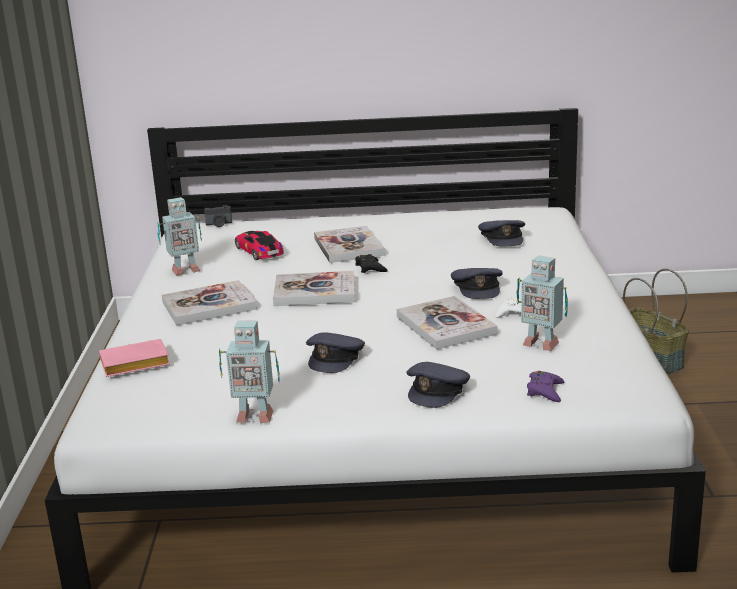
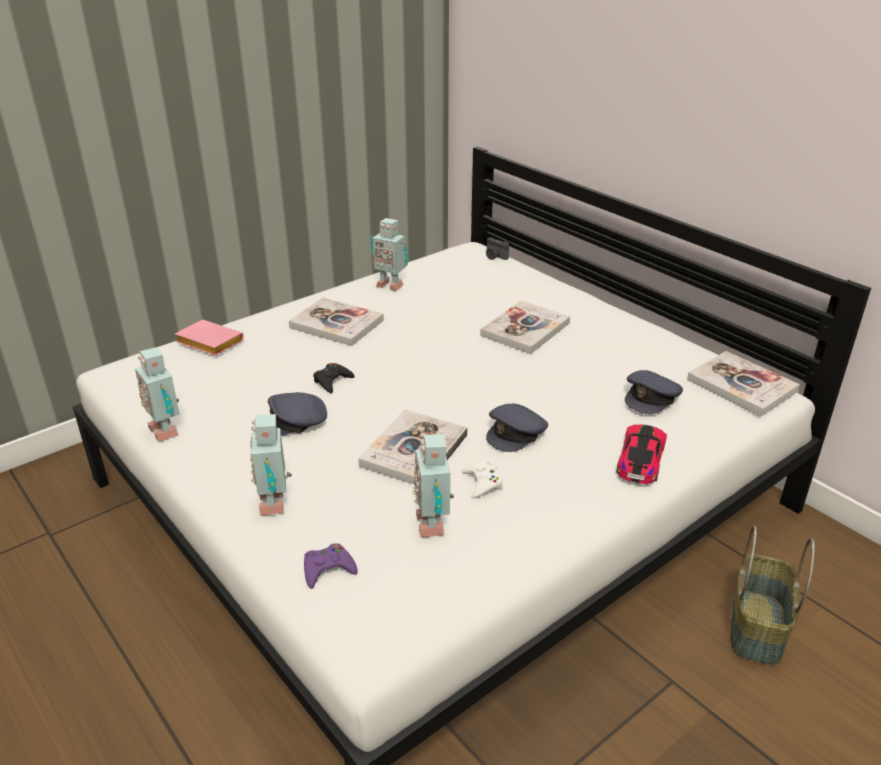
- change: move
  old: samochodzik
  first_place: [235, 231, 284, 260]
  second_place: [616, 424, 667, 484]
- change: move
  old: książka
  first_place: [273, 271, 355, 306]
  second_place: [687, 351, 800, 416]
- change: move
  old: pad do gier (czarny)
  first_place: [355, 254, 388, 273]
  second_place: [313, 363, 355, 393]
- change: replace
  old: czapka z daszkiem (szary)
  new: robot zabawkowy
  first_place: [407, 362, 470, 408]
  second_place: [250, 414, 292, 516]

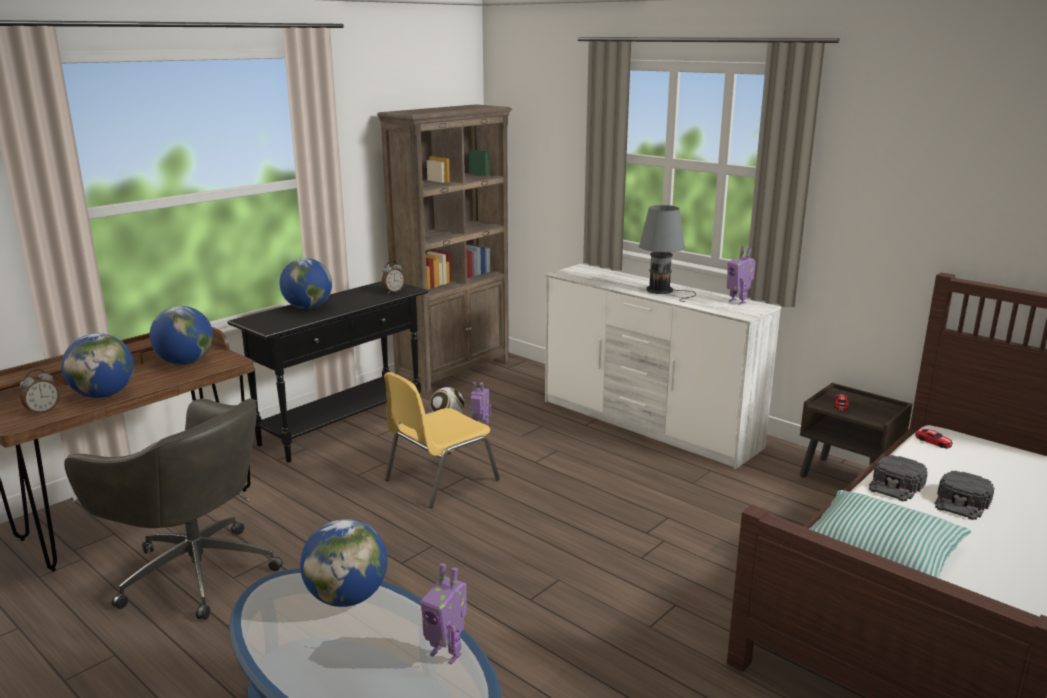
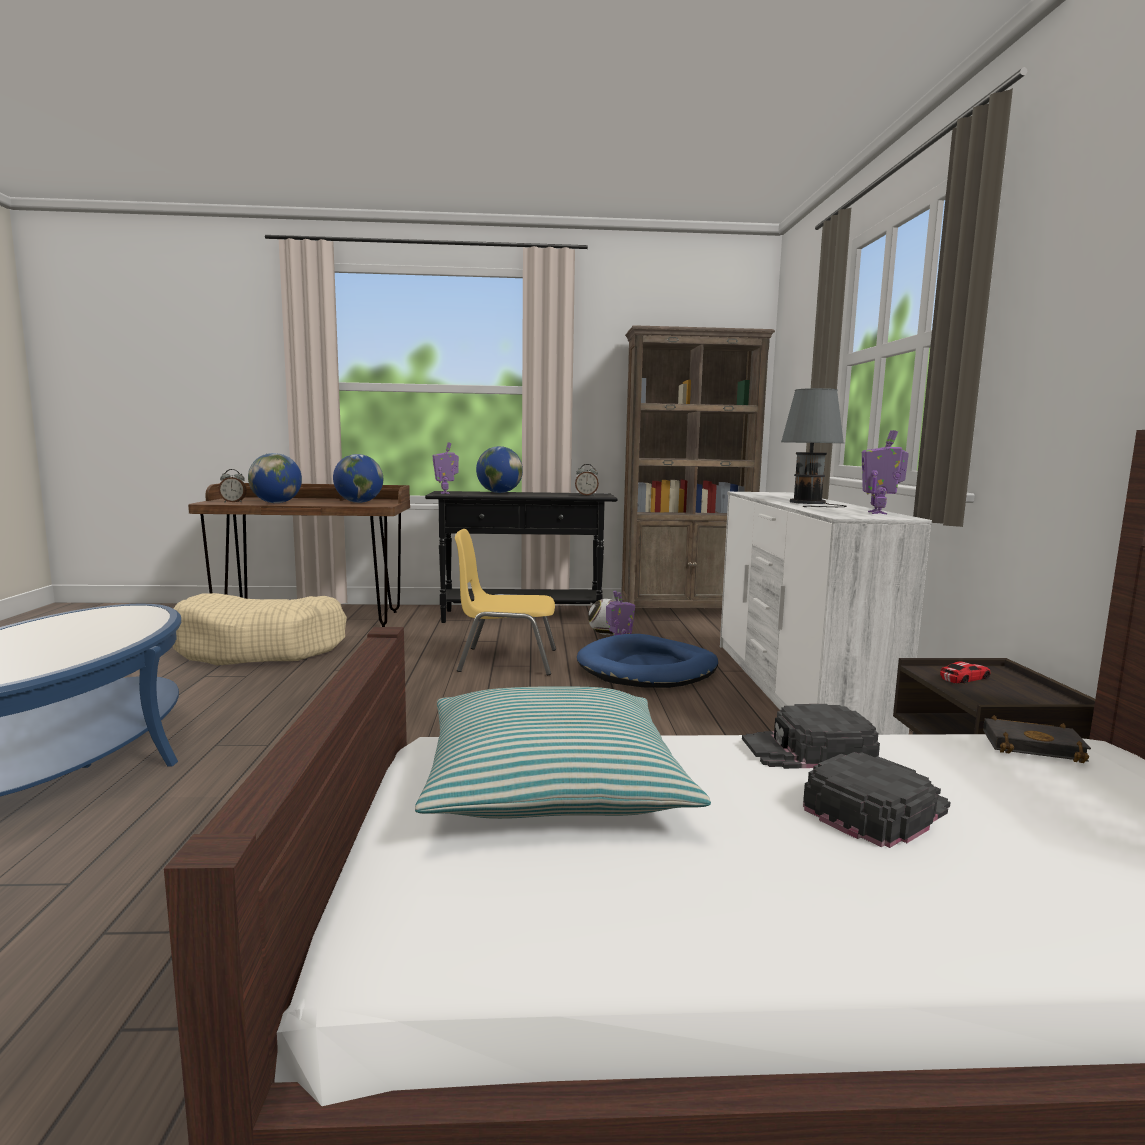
- change: delete
  old: globus
  first_place: [300, 519, 388, 607]
- change: insert
  new: legowisko (niebieski)
  second_place: [577, 634, 718, 688]
- change: move
  old: robot zabawkowy
  first_place: [420, 563, 467, 665]
  second_place: [433, 442, 459, 494]
- change: replace
  old: krzesło biurowe (szary)
  new: legowisko (beżowy)
  first_place: [64, 398, 283, 620]
  second_place: [173, 593, 347, 666]
- change: replace
  old: samochodzik
  new: książka (czarny)
  first_place: [915, 428, 953, 449]
  second_place: [983, 715, 1091, 763]
- change: rotate
  old: czapka z daszkiem (czarny)
  first_place: [935, 470, 994, 520]
  second_place: [803, 752, 951, 848]
  degrees: 150

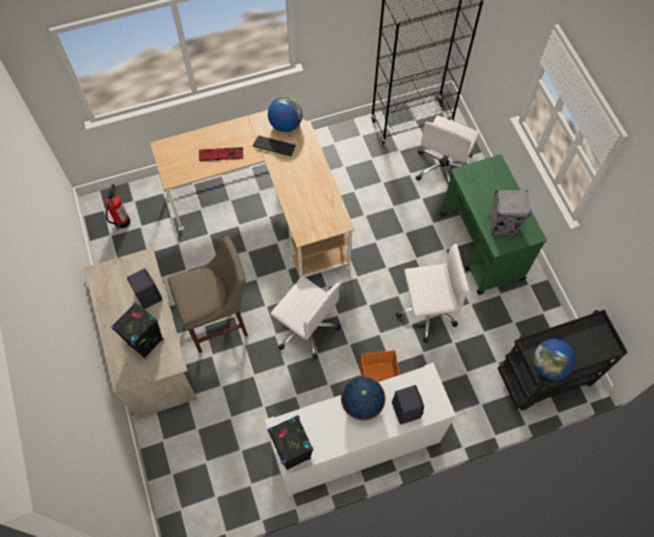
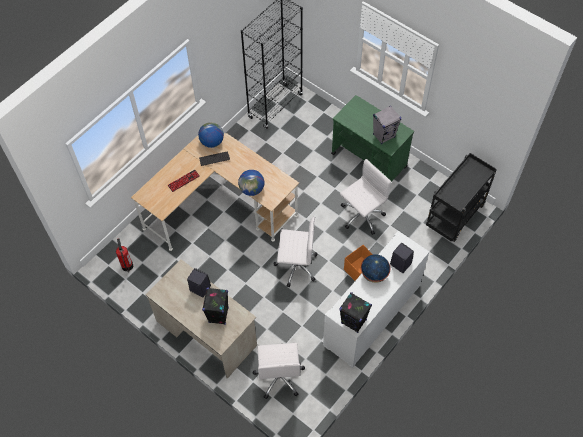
- change: delete
  old: stołek (beżowy)
  first_place: [168, 236, 248, 353]
- change: move
  old: krzesło biurowe (biały)
  first_place: [415, 115, 480, 184]
  second_place: [253, 343, 305, 399]
- change: move
  old: globus
  first_place: [533, 339, 576, 380]
  second_place: [238, 170, 265, 196]

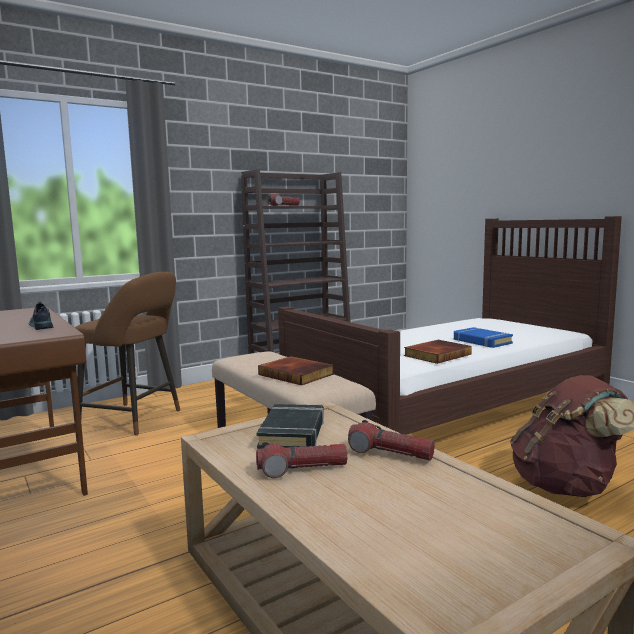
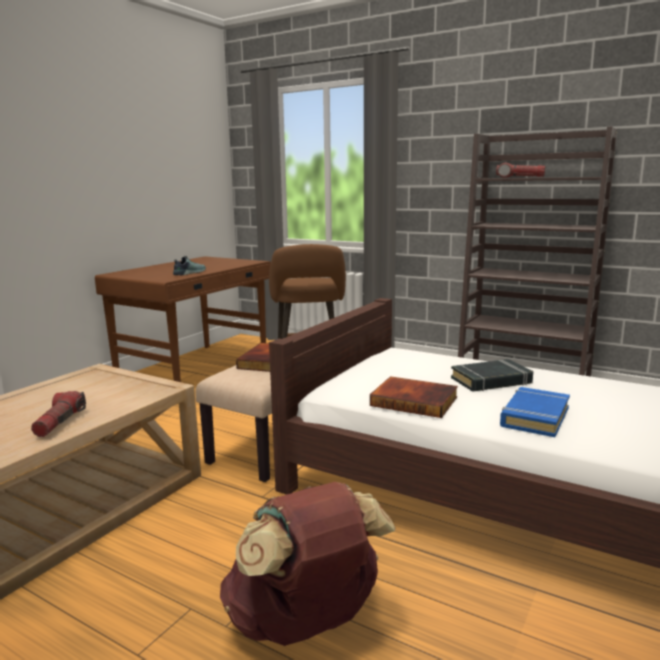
- change: delete
  old: latarka
  first_place: [256, 442, 348, 478]
- change: move
  old: książka (czarny)
  first_place: [257, 404, 324, 449]
  second_place: [451, 359, 533, 392]

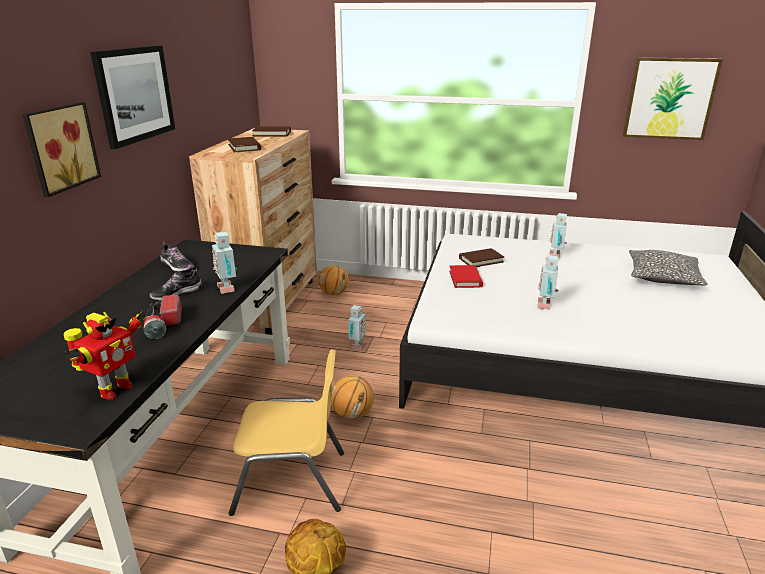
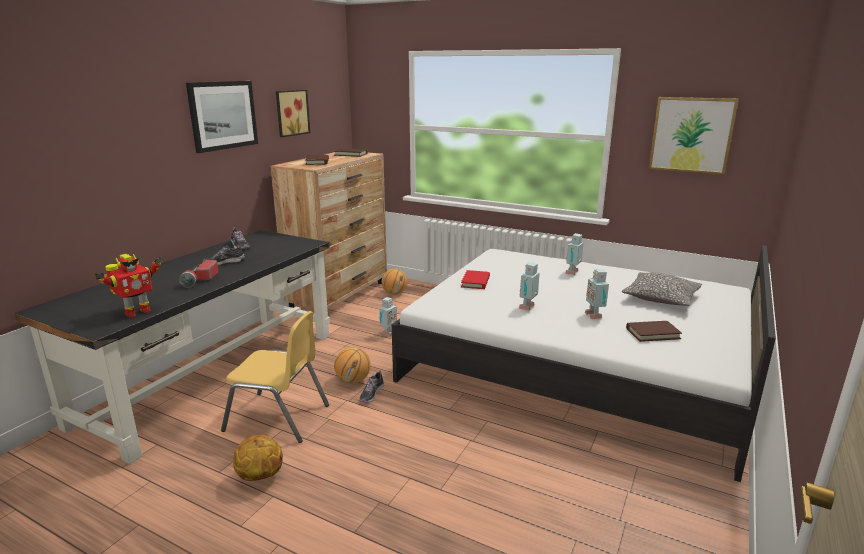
- change: insert
  new: but
  second_place: [360, 370, 384, 403]
- change: move
  old: obraz
  first_place: [22, 102, 101, 197]
  second_place: [276, 90, 310, 137]
- change: move
  old: robot zabawkowy
  first_place: [212, 232, 237, 294]
  second_place: [585, 269, 609, 319]
- change: move
  old: książka (brązowy)
  first_place: [459, 248, 504, 267]
  second_place: [626, 321, 682, 342]

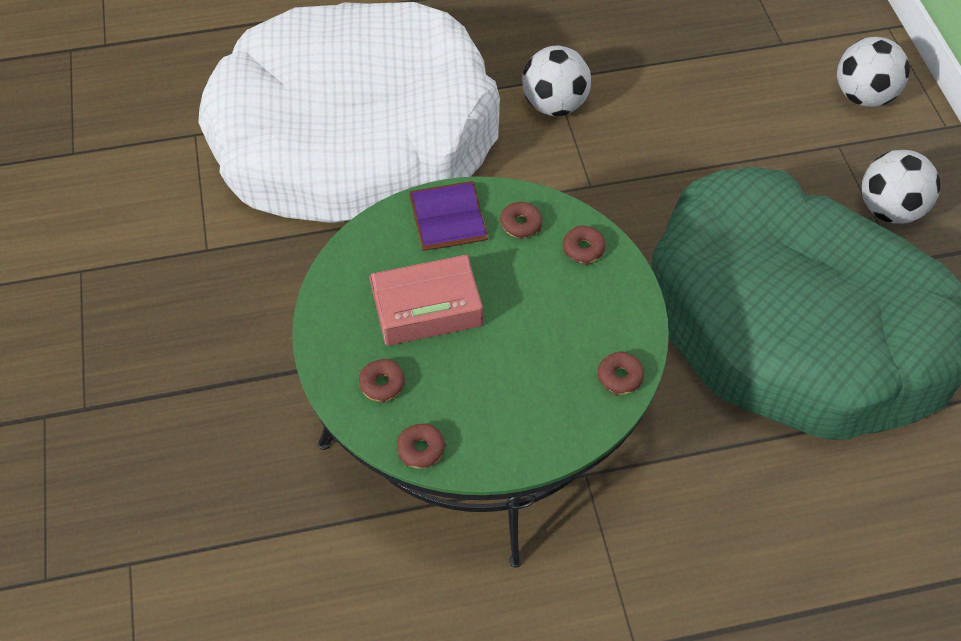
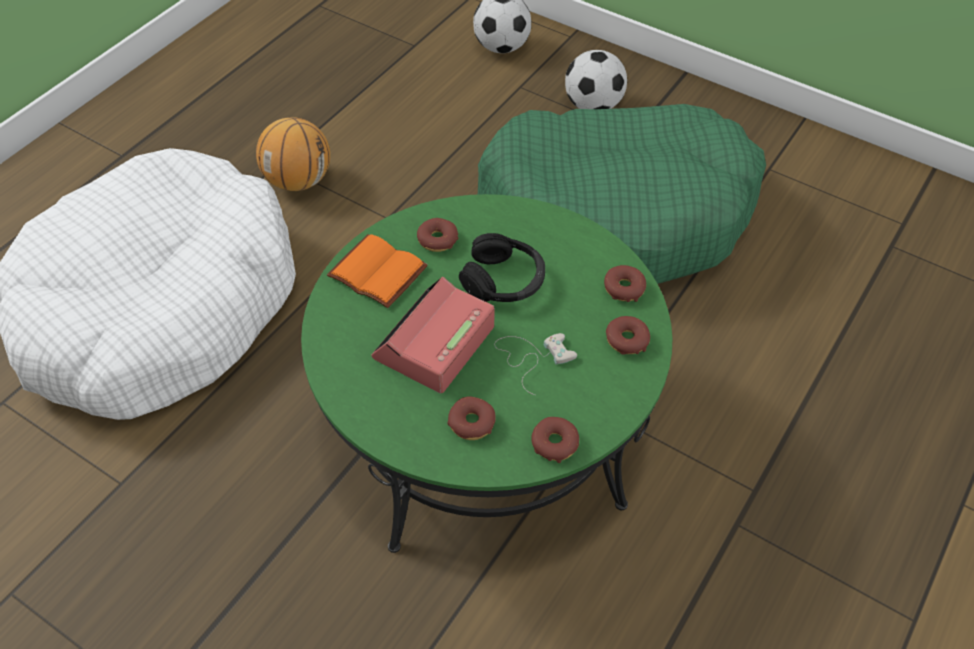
- change: insert
  new: słuchawki (czarny)
  second_place: [459, 233, 545, 302]
- change: insert
  new: pad do gier (biały)
  second_place: [494, 333, 577, 395]
- change: move
  old: donut
  first_place: [563, 226, 606, 266]
  second_place: [606, 316, 650, 355]
- change: replace
  old: piłka futbolowa
  new: piłka do koszykówki
  first_place: [522, 46, 591, 116]
  second_place: [256, 117, 330, 191]
- change: recolor
  old: książka (fioletowy)
  new: książka (pomarańczowy)
  first_place: [409, 181, 489, 251]
  second_place: [327, 234, 428, 308]

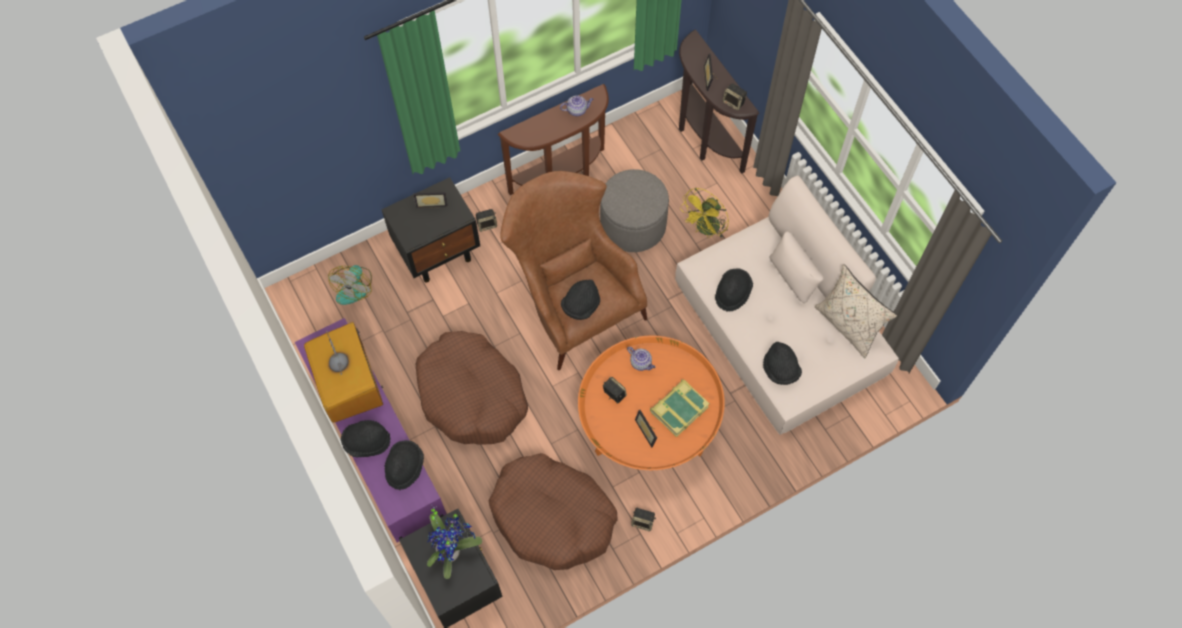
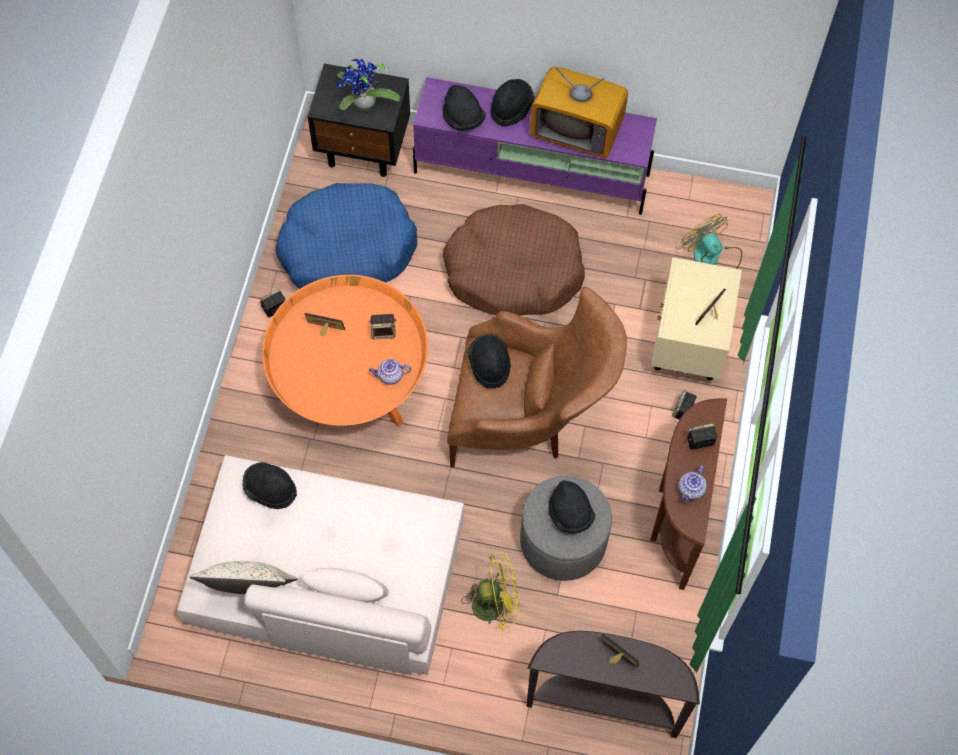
- change: delete
  old: książka
  first_place: [650, 380, 710, 437]
- change: move
  old: kapelusz (czarny)
  first_place: [715, 269, 753, 312]
  second_place: [548, 480, 595, 533]
- change: move
  old: głośnik
  first_place: [723, 83, 747, 111]
  second_place: [686, 423, 718, 451]
- change: recolor
  old: szafka nocna (czarny)
  new: szafka nocna (beżowy)
  first_place: [381, 177, 480, 283]
  second_place: [651, 257, 742, 380]
- change: recolor
  old: legowisko (brązowy)
  new: legowisko (niebieski)
  first_place: [489, 453, 618, 570]
  second_place: [276, 183, 417, 289]
- change: rotate
  old: wentylator (żółty)
  first_place: [680, 188, 729, 239]
  second_place: [462, 552, 519, 632]
  degrees: 90

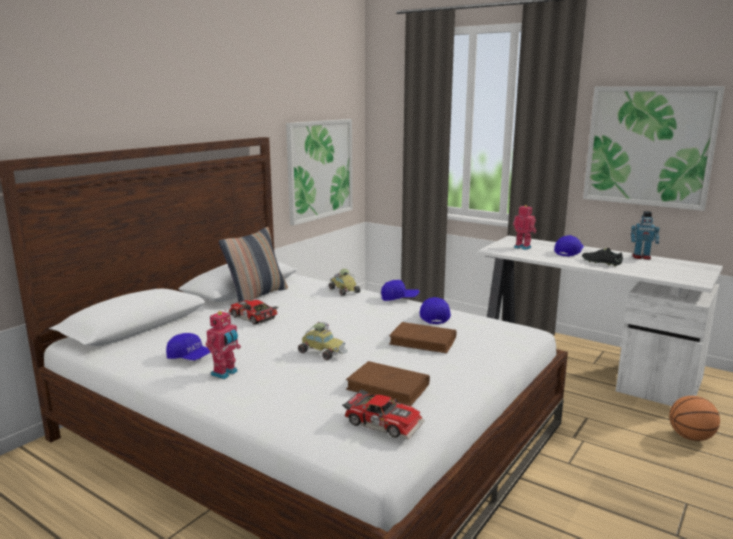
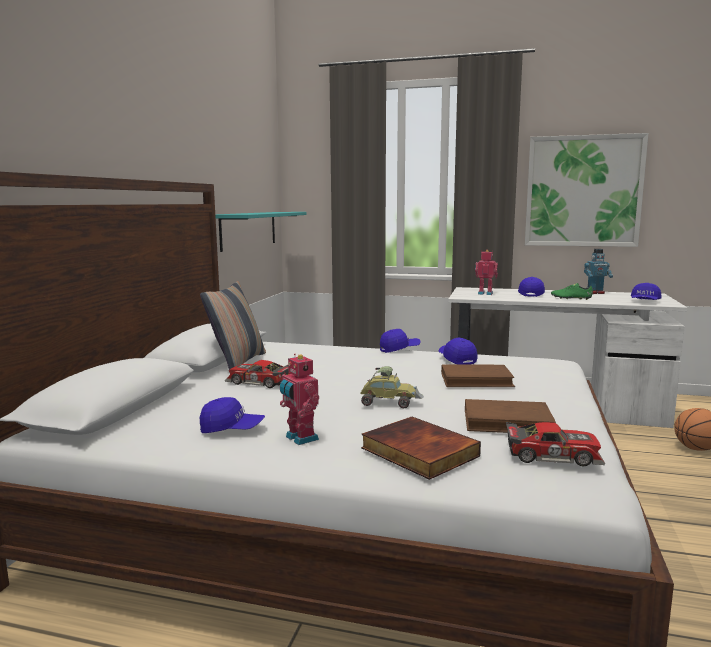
- change: delete
  old: samochodzik
  first_place: [329, 269, 360, 296]
- change: insert
  new: książka
  second_place: [361, 417, 481, 480]
- change: insert
  new: czapka z daszkiem (niebieski)
  second_place: [631, 283, 662, 300]
- change: replace
  old: obraz
  new: półka (turkusowy)
  first_place: [286, 119, 353, 226]
  second_place: [215, 212, 307, 252]
- change: recolor
  old: but (czarny)
  new: but (zielony)
  first_place: [582, 248, 623, 267]
  second_place: [551, 283, 593, 300]
- change: rotate
  old: robot zabawkowy
  first_place: [206, 310, 241, 379]
  second_place: [280, 354, 319, 445]
  degrees: 135

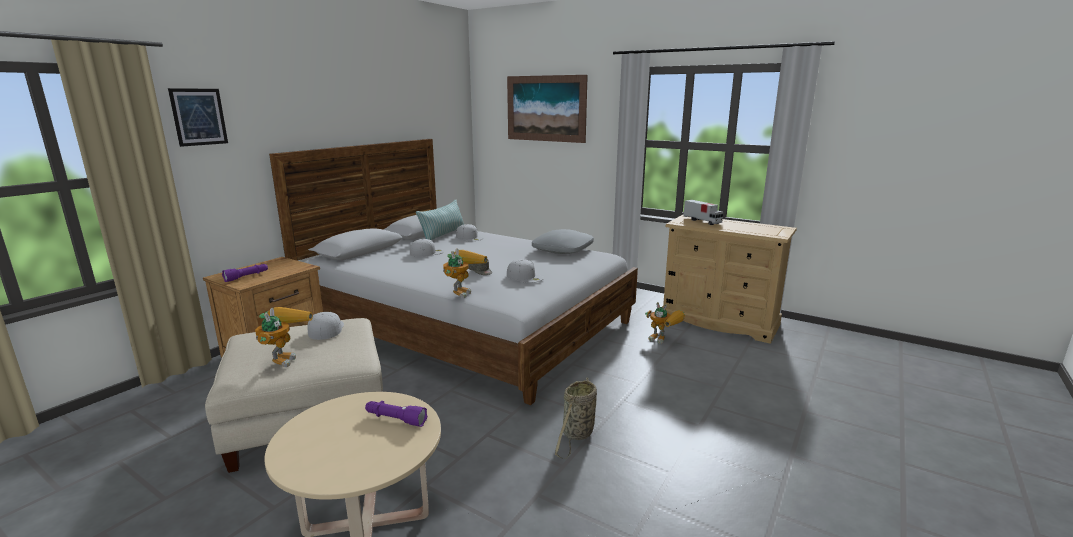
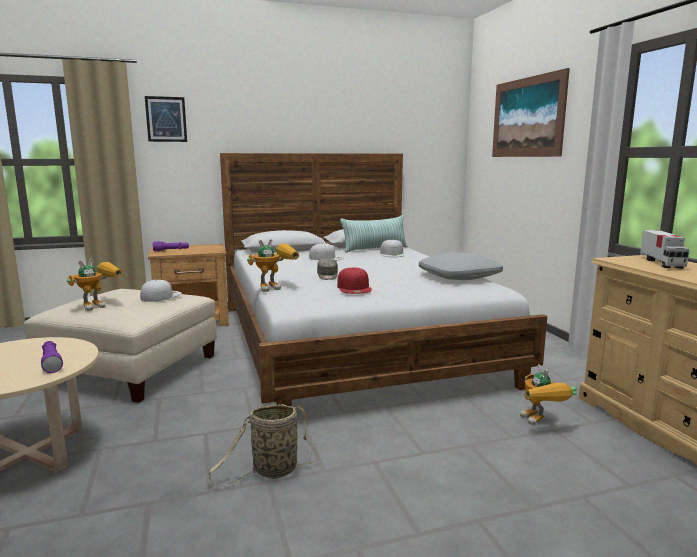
- change: recolor
  old: czapka z daszkiem (biały)
  new: czapka z daszkiem (czerwony)
  first_place: [507, 259, 544, 283]
  second_place: [337, 267, 372, 294]

